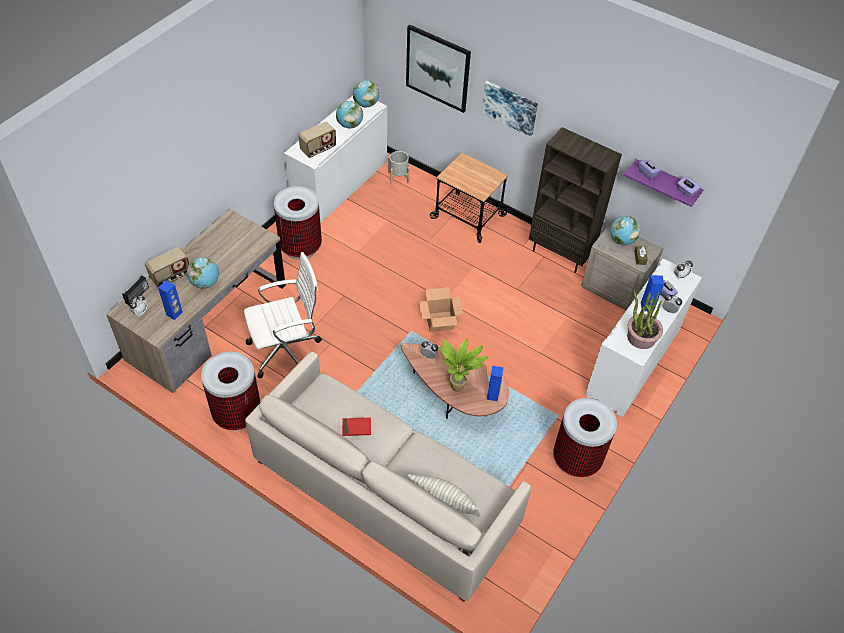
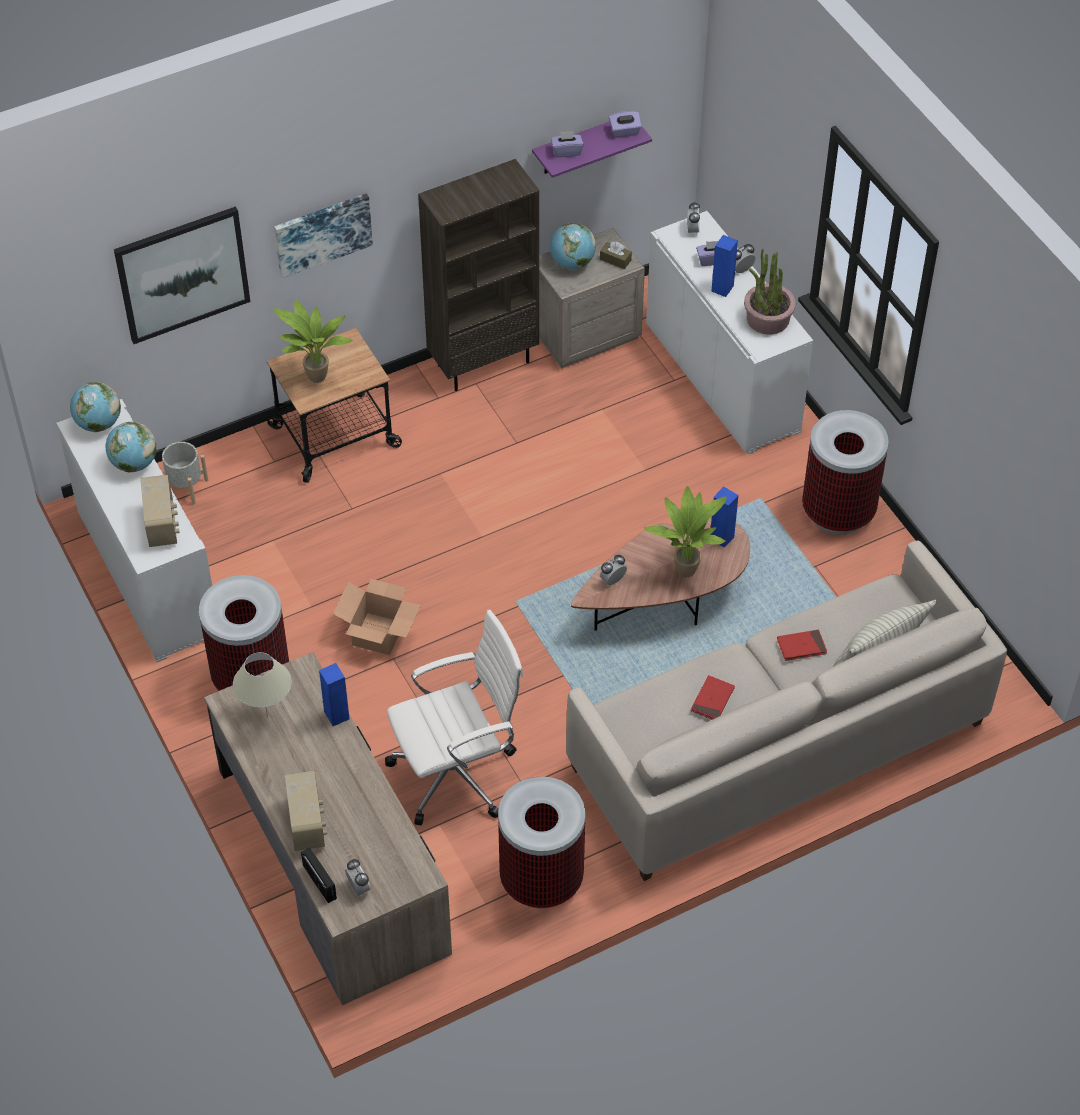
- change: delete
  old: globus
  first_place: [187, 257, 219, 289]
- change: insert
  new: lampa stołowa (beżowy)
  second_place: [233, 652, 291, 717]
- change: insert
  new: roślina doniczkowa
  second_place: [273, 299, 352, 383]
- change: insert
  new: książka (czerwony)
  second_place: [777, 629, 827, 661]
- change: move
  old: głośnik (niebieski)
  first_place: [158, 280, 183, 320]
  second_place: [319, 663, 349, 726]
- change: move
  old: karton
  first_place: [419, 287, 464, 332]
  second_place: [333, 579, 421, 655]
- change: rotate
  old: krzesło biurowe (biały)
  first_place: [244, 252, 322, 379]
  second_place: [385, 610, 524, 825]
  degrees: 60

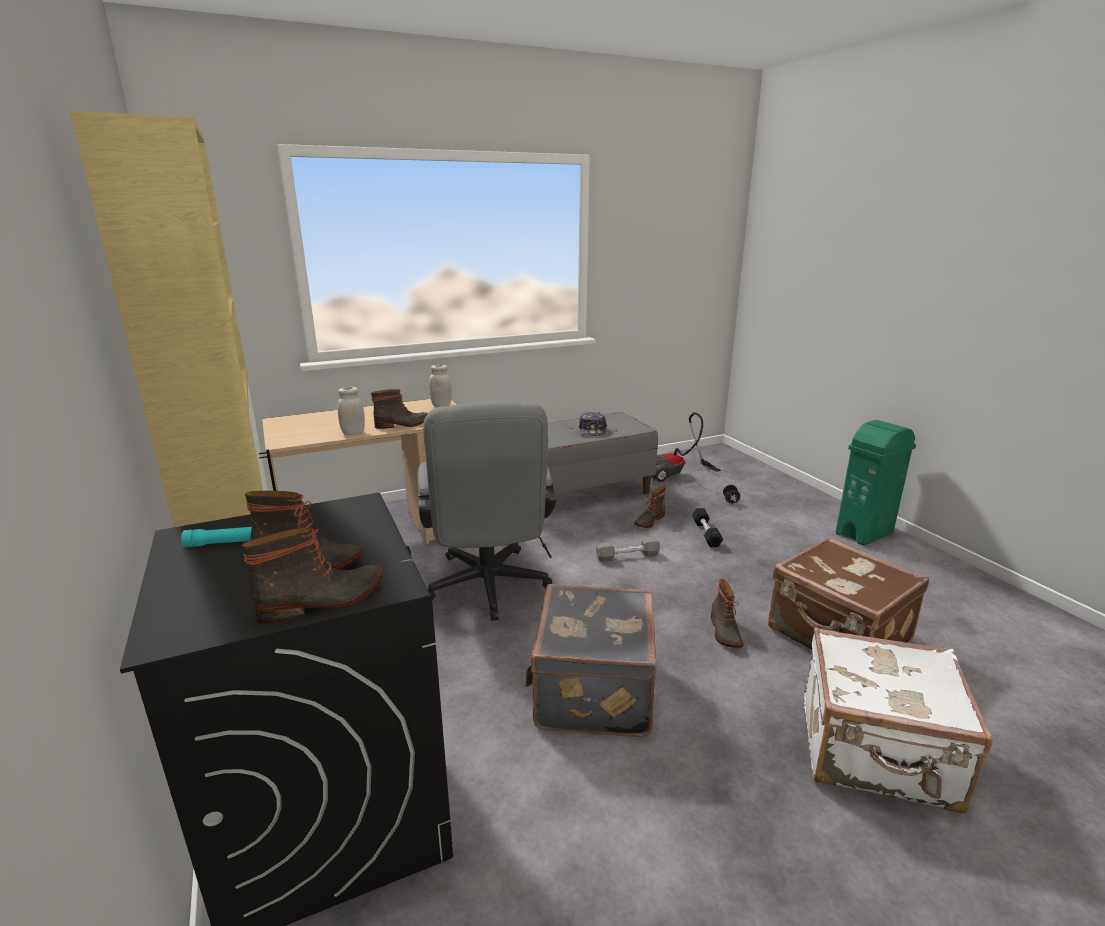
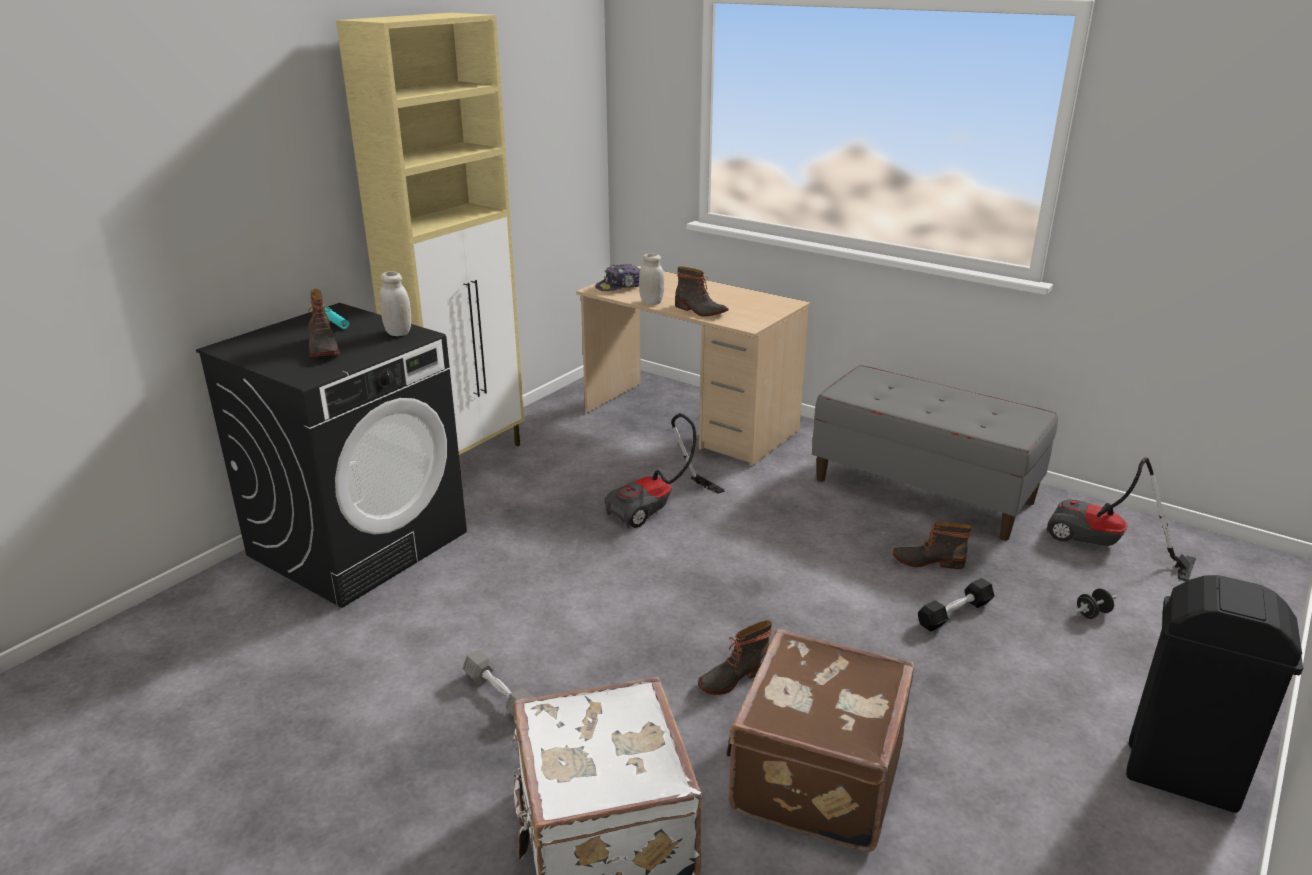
- change: delete
  old: but z cholewką
  first_place: [242, 527, 383, 624]
- change: delete
  old: walizka (szary)
  first_place: [525, 584, 656, 737]
- change: move
  old: słoik (biały)
  first_place: [429, 365, 452, 407]
  second_place: [380, 271, 411, 336]
- change: move
  old: czapka z daszkiem
  first_place: [579, 412, 607, 436]
  second_place: [595, 264, 640, 291]
- change: move
  old: hantel (szary)
  first_place: [596, 537, 660, 562]
  second_place: [463, 650, 533, 716]
- change: replace
  old: krzesło biurowe (szary)
  new: odkurzacz
  first_place: [418, 402, 556, 621]
  second_place: [604, 413, 725, 528]
- change: recolor
  old: kosz na śmieci (zielony)
  new: kosz na śmieci (czarny)
  first_place: [836, 420, 916, 546]
  second_place: [1126, 575, 1303, 813]

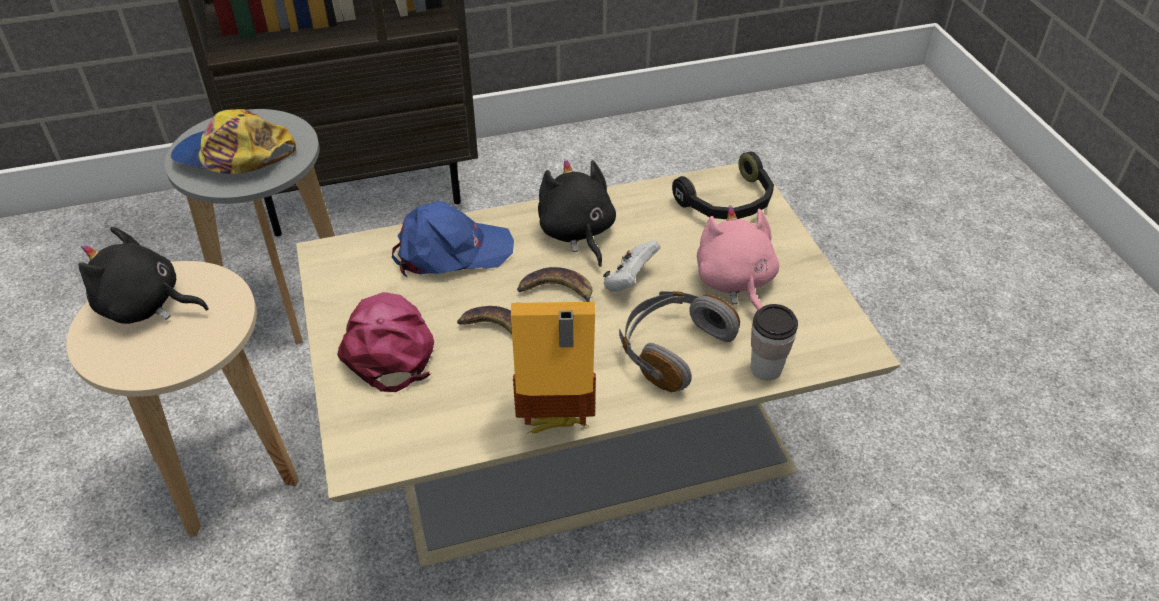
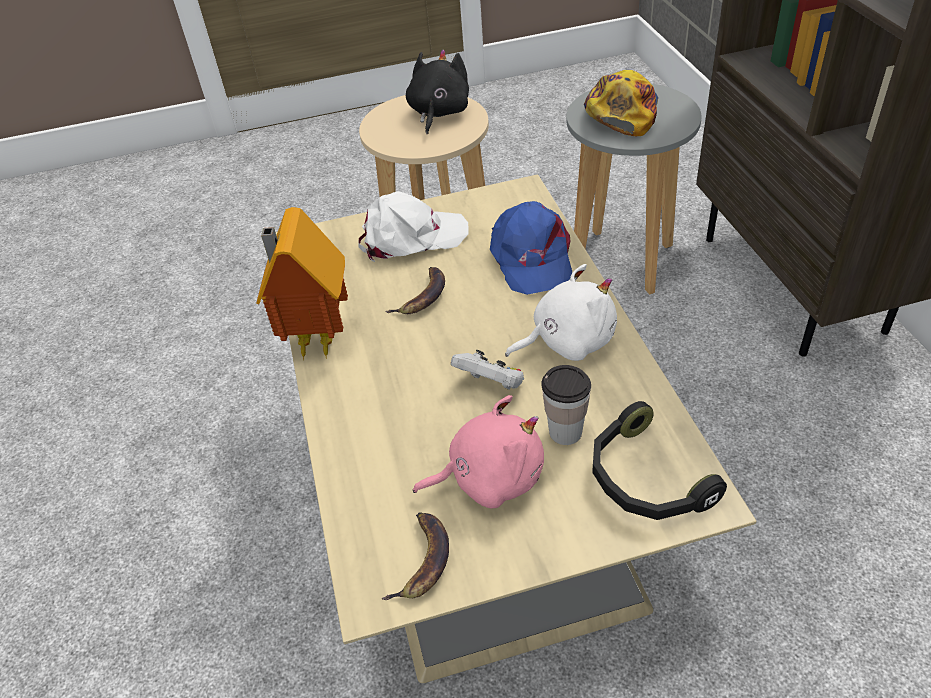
- change: delete
  old: słuchawki (szary)
  first_place: [619, 291, 740, 392]
- change: move
  old: banan
  first_place: [517, 267, 592, 302]
  second_place: [382, 512, 449, 600]
- change: move
  old: filiżanka
  first_place: [751, 304, 798, 381]
  second_place: [542, 365, 591, 445]
- change: recolor
  old: czapka z daszkiem (różowy)
  new: czapka z daszkiem (biały)
  first_place: [337, 292, 434, 392]
  second_place: [358, 191, 468, 262]
- change: recolor
  old: pluszak (czarny)
  new: pluszak (biały)
  first_place: [538, 159, 616, 267]
  second_place: [505, 264, 617, 361]

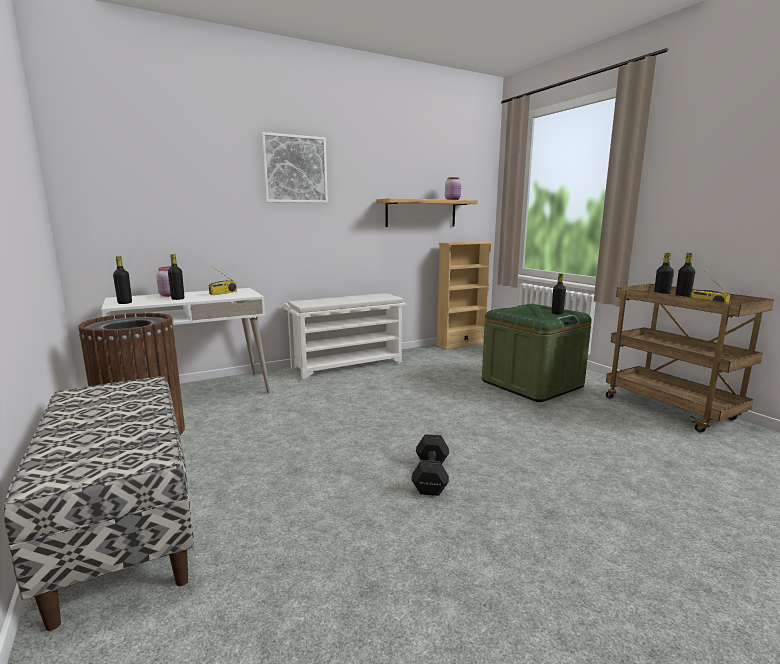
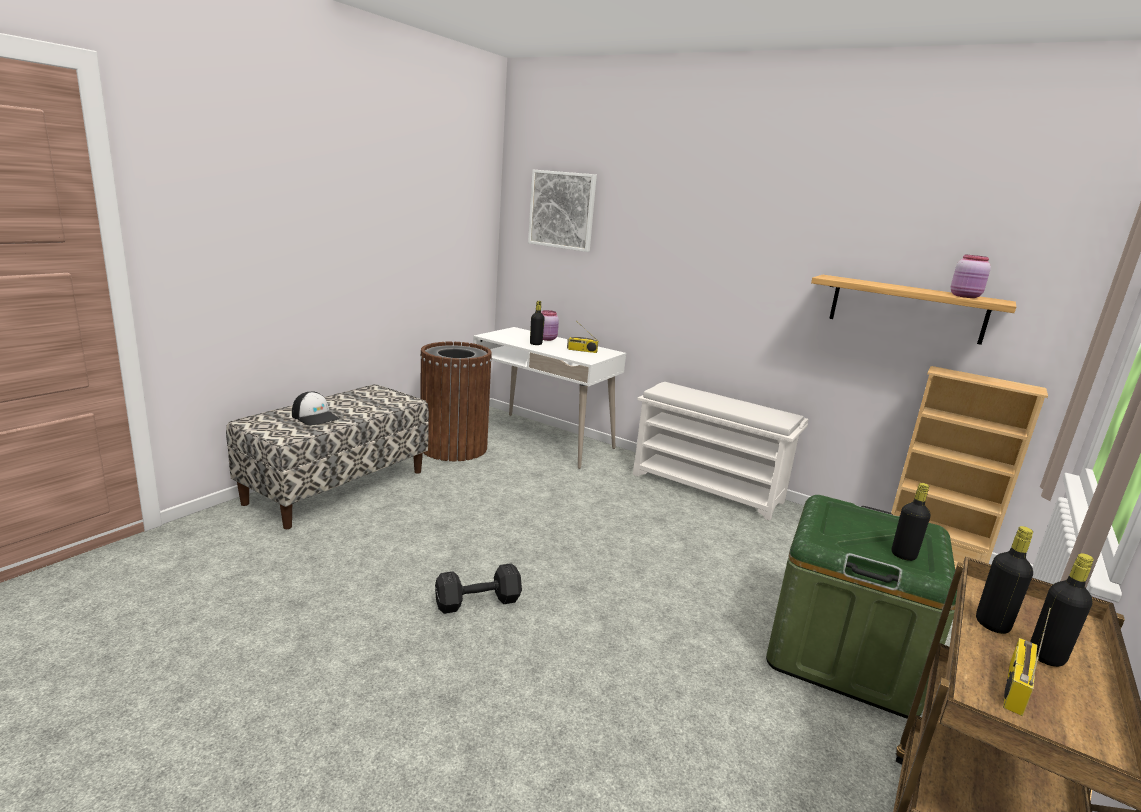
- change: delete
  old: butelka (czarny)
  first_place: [113, 256, 132, 304]
- change: insert
  new: czapka z daszkiem
  second_place: [292, 391, 340, 426]
- change: move
  old: obraz
  first_place: [261, 132, 328, 203]
  second_place: [528, 170, 597, 252]

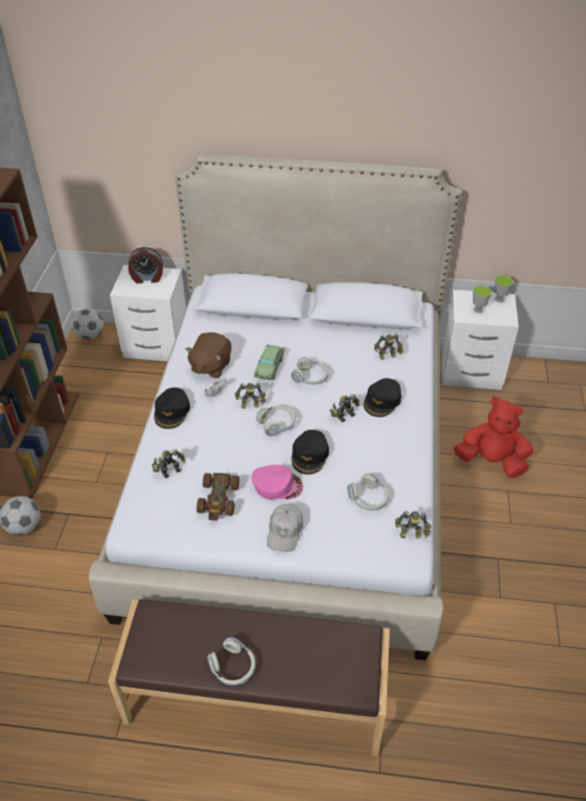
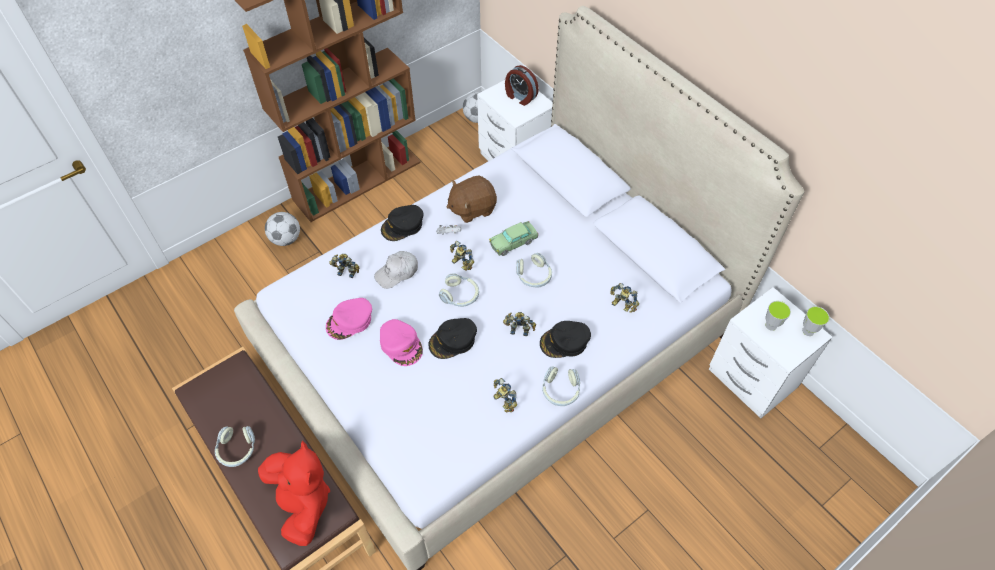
- change: move
  old: czapka z daszkiem (biały)
  first_place: [267, 504, 303, 552]
  second_place: [374, 251, 418, 289]
- change: move
  old: słuchawki
  first_place: [347, 473, 389, 511]
  second_place: [542, 366, 580, 406]
- change: move
  old: robot zabawkowy
  first_place: [395, 511, 431, 539]
  second_place: [493, 378, 517, 412]
- change: move
  old: pluszak (czerwony)
  first_place: [454, 397, 533, 478]
  second_place: [258, 441, 330, 546]
- change: replace
  old: samochodzik (brązowy)
  new: czapka z daszkiem (różowy)
  first_place: [196, 473, 239, 521]
  second_place: [326, 298, 372, 340]

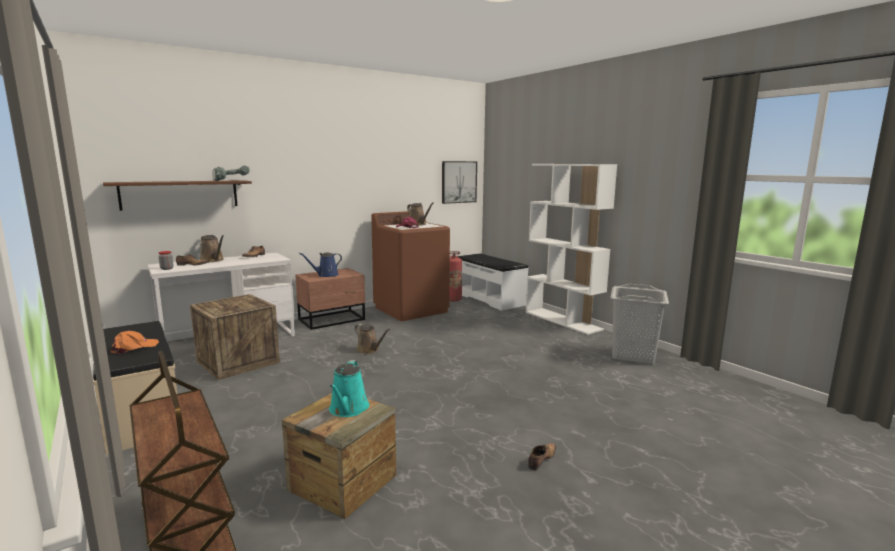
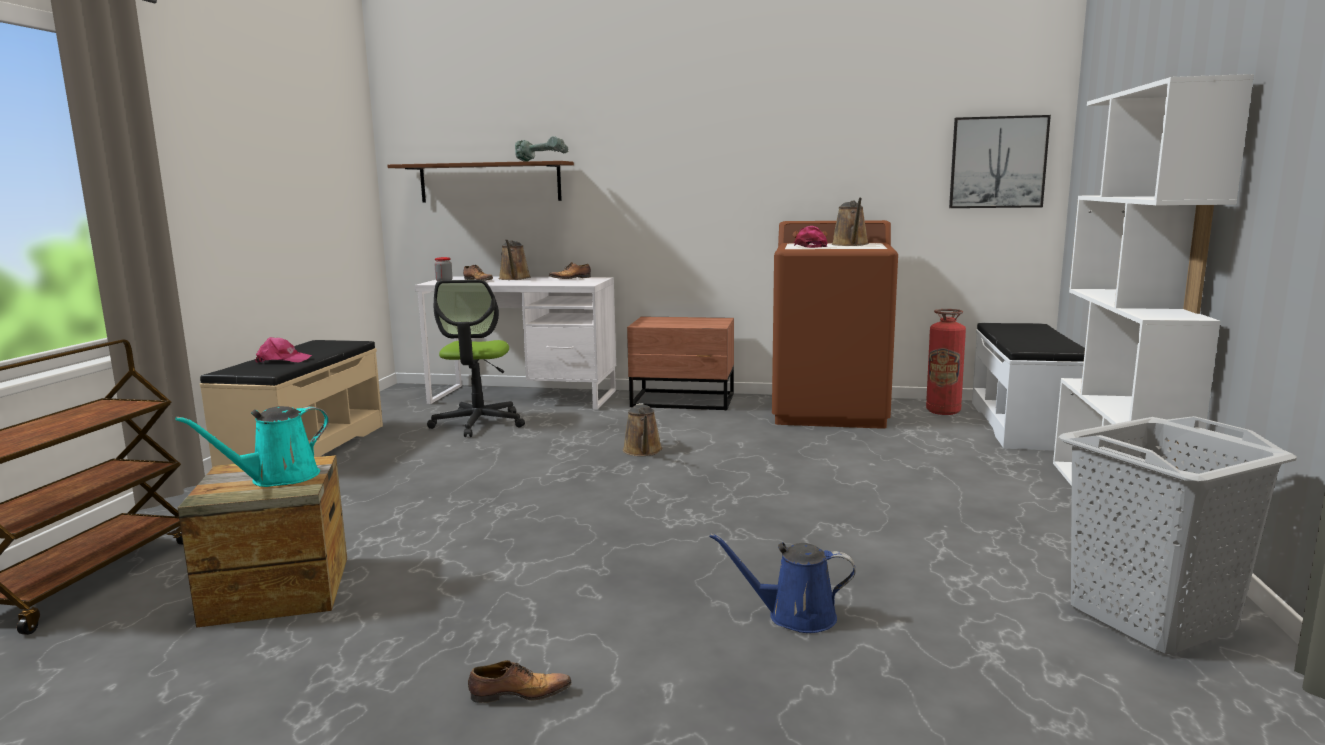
- change: move
  old: konewka (niebieski)
  first_place: [299, 253, 342, 277]
  second_place: [709, 533, 855, 633]
- change: replace
  old: skrzynka
  new: krzesło biurowe
  first_place: [190, 294, 280, 380]
  second_place: [427, 280, 525, 437]
- change: recolor
  old: czapka z daszkiem (pomarańczowy)
  new: czapka z daszkiem (różowy)
  first_place: [111, 331, 159, 354]
  second_place: [255, 337, 312, 363]

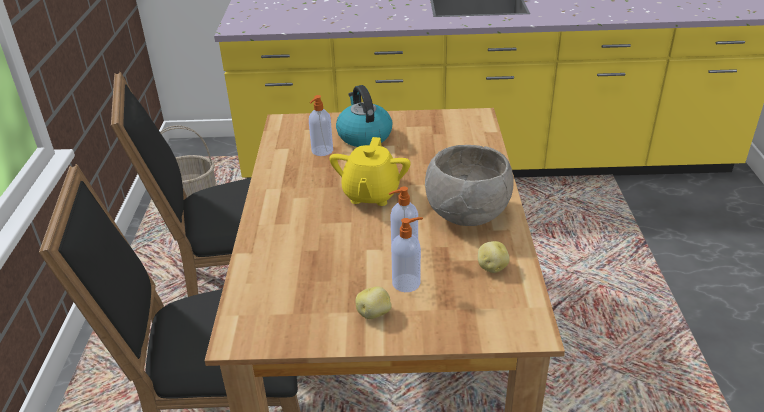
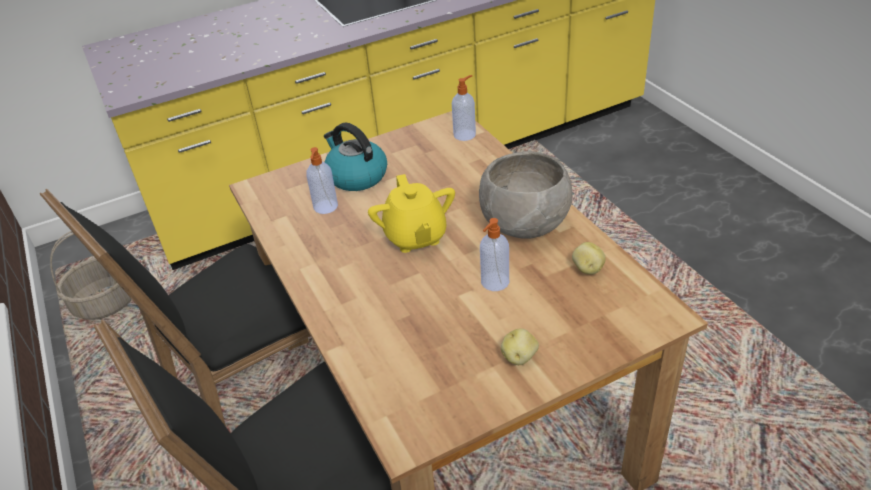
- change: move
  old: dozownik mydła
  first_place: [391, 217, 423, 292]
  second_place: [452, 75, 476, 141]

